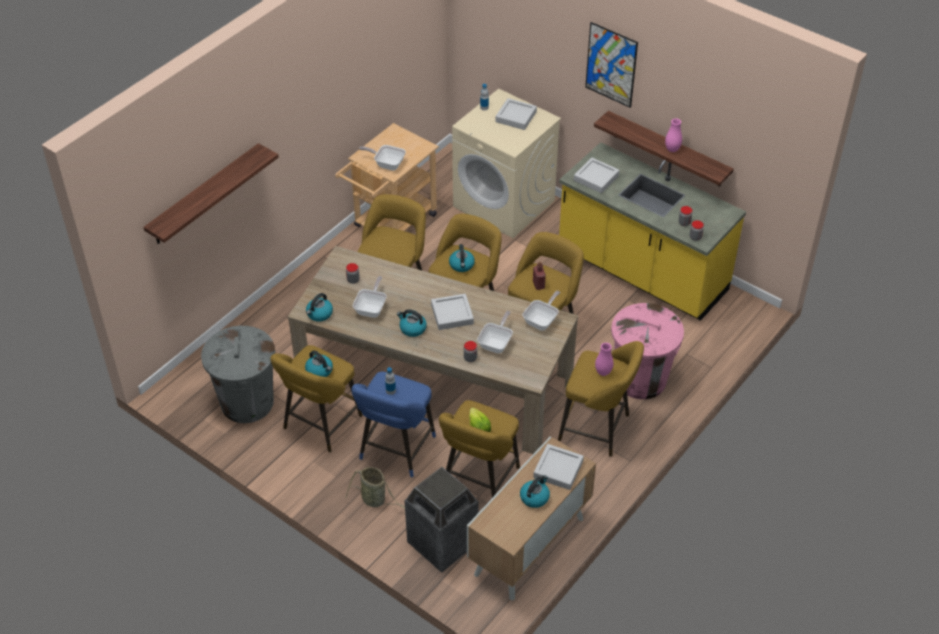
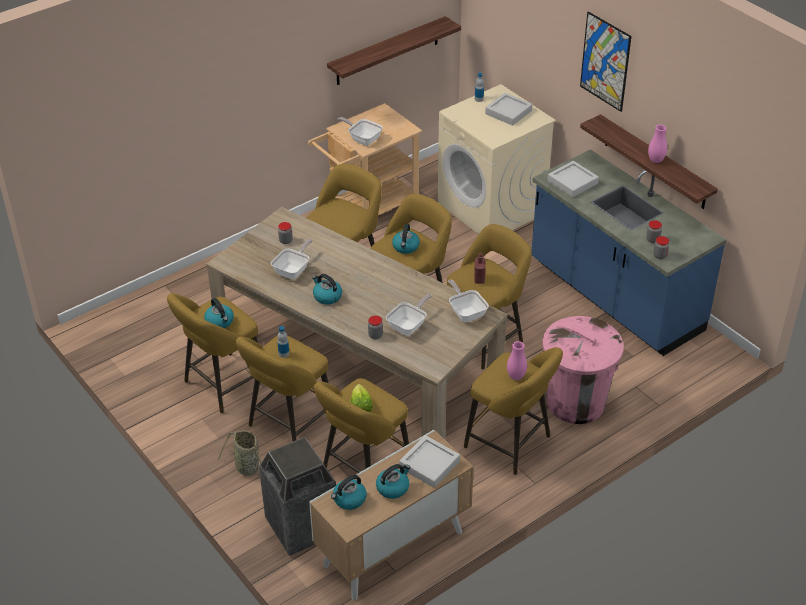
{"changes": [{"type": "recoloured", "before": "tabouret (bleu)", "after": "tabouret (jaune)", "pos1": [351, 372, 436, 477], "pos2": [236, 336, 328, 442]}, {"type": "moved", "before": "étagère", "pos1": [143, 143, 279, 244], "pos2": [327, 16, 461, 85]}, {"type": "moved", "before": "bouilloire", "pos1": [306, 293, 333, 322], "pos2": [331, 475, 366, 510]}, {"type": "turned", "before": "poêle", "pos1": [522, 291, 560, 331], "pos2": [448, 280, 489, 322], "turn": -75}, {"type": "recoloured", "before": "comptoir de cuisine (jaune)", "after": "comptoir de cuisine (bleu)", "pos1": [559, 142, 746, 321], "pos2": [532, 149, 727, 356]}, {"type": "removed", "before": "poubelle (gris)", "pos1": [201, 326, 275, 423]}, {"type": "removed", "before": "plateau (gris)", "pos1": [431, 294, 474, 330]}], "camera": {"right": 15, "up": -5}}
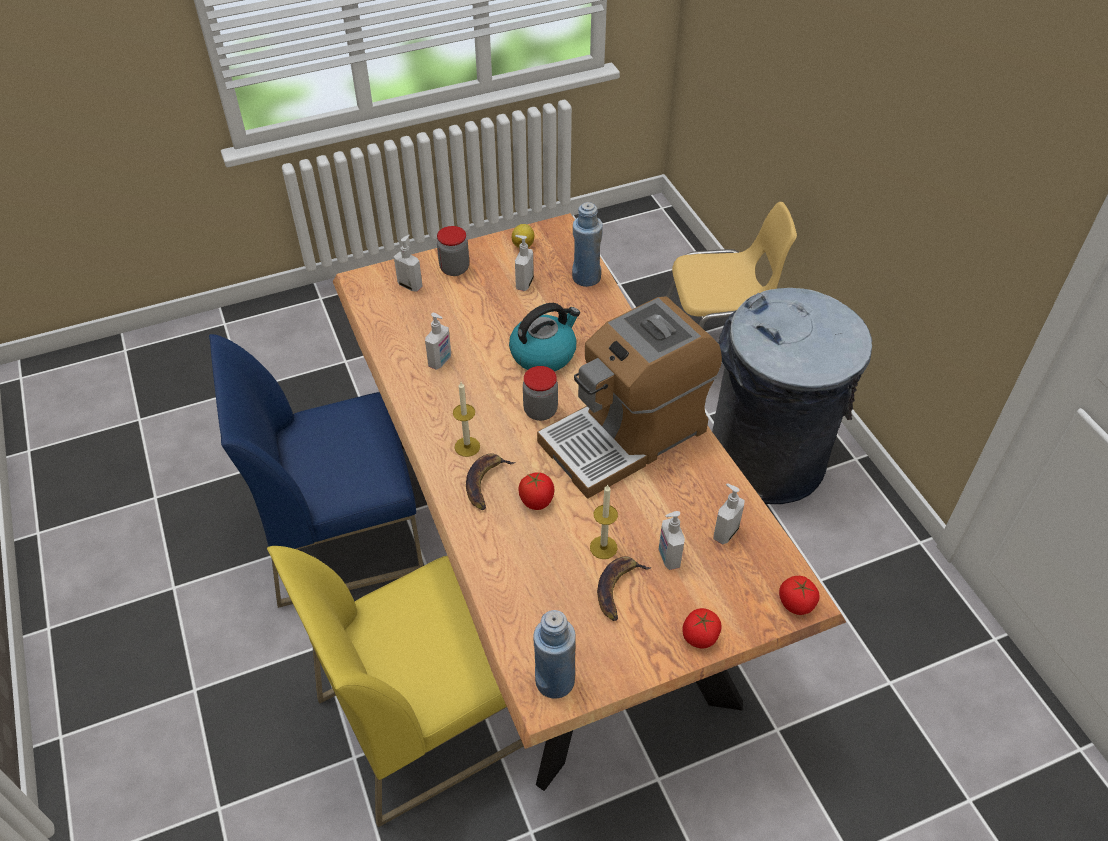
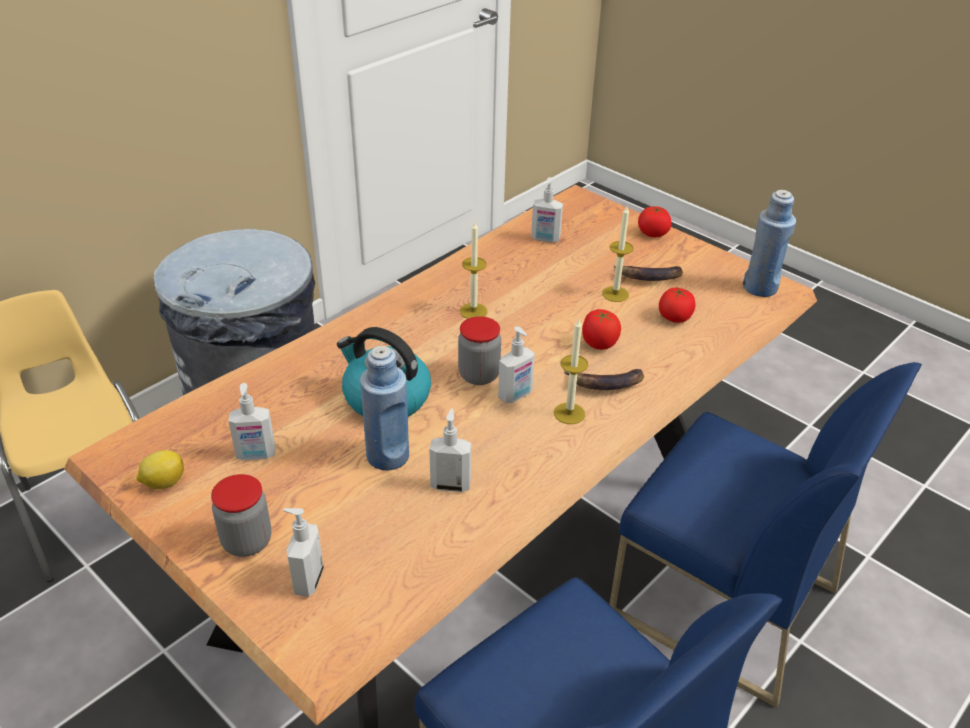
{"changes": [{"type": "moved", "before": "bouteille (bleu)", "pos1": [572, 202, 603, 287], "pos2": [360, 346, 409, 470]}, {"type": "replaced", "before": "machine à café", "after": "bougie", "pos1": [537, 296, 722, 499], "pos2": [460, 222, 487, 319]}, {"type": "moved", "before": "distributeur de savon", "pos1": [659, 511, 685, 570], "pos2": [498, 326, 535, 403]}, {"type": "recoloured", "before": "chaise (jaune)", "after": "chaise (bleu)", "pos1": [267, 546, 524, 827], "pos2": [609, 362, 922, 708]}, {"type": "moved", "before": "tomate", "pos1": [779, 576, 820, 615], "pos2": [659, 287, 696, 323]}], "camera": {"right": -115, "up": -10}}
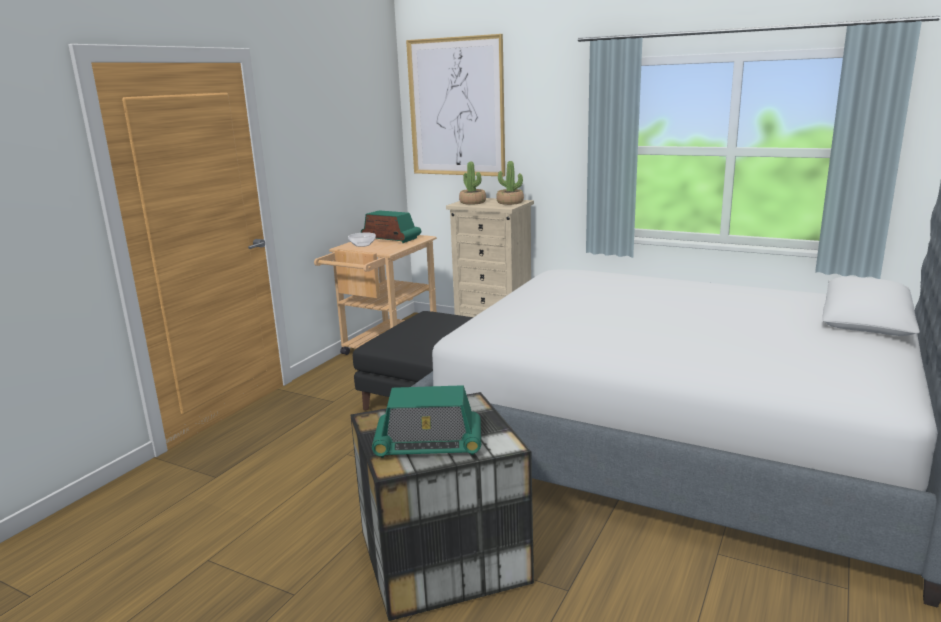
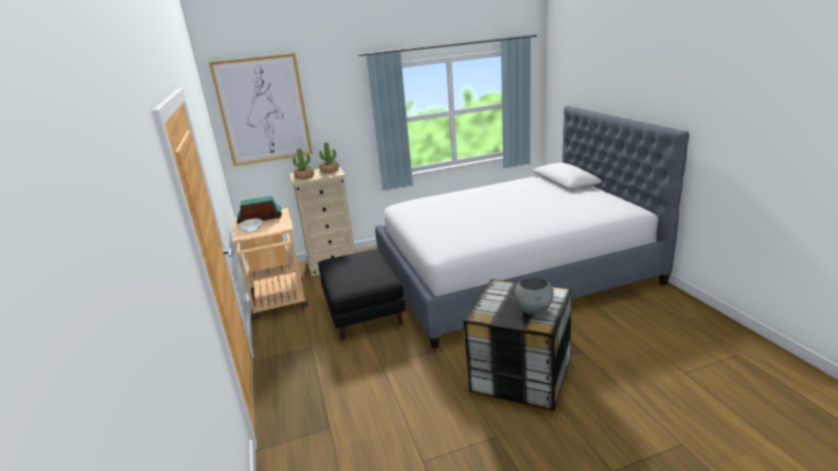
{"changes": [{"type": "replaced", "before": "radio", "after": "bol (gris)", "pos1": [372, 385, 481, 458], "pos2": [514, 277, 554, 315]}], "camera": {"right": -45, "up": 5}}
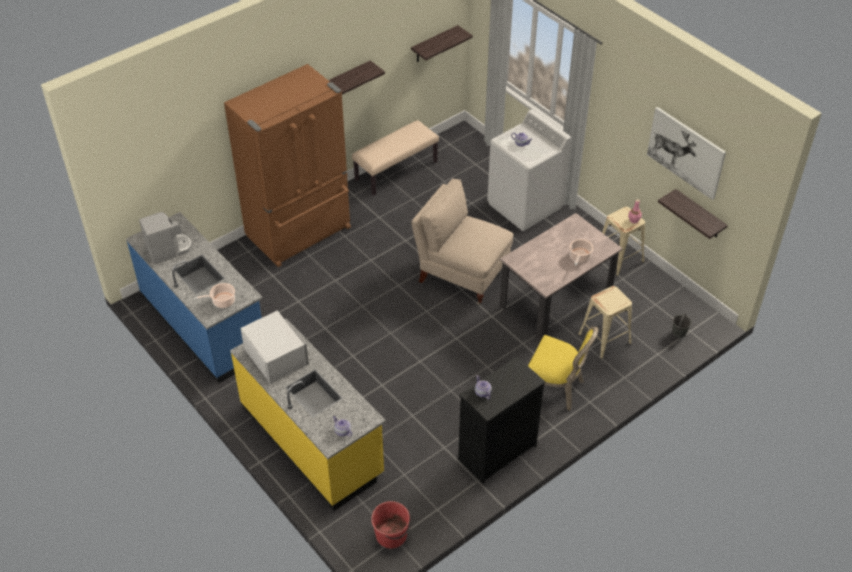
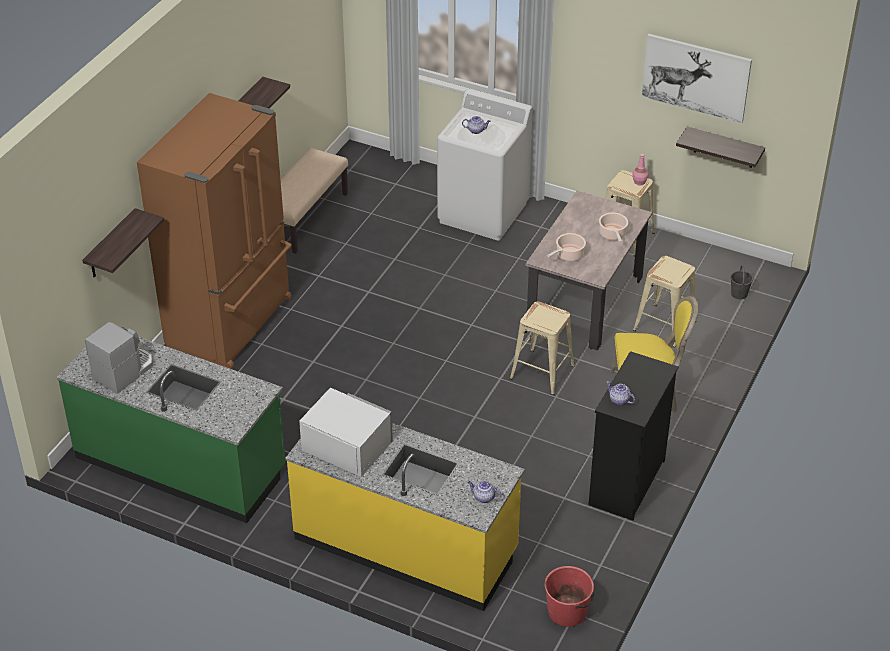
{"changes": [{"type": "recoloured", "before": "comptoir de cuisine (bleu)", "after": "comptoir de cuisine (vert)", "pos1": [126, 212, 263, 383], "pos2": [57, 337, 286, 523]}, {"type": "moved", "before": "étagère", "pos1": [411, 25, 473, 62], "pos2": [82, 208, 164, 278]}, {"type": "added", "after": "tabouret (beige)", "pos2": [510, 301, 574, 395]}, {"type": "moved", "before": "marmite", "pos1": [194, 283, 235, 308], "pos2": [547, 233, 586, 262]}, {"type": "removed", "before": "chaise (beige)", "pos1": [412, 179, 514, 305]}], "camera": {"right": -25, "up": -5}}
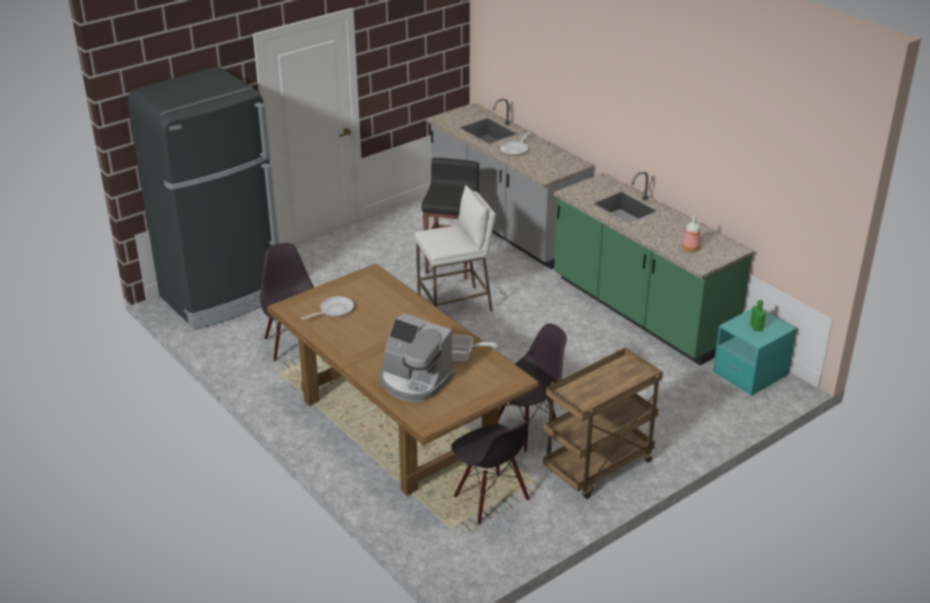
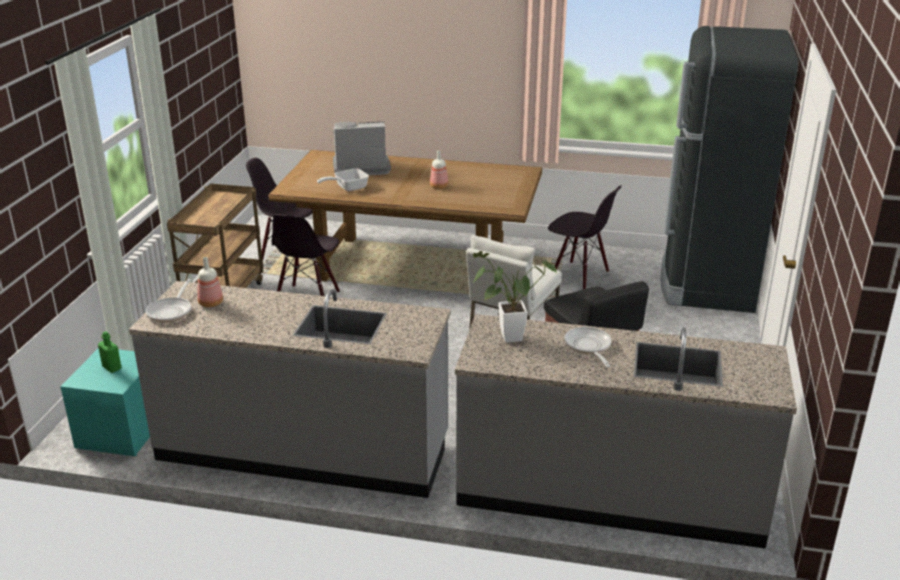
{"changes": [{"type": "recoloured", "before": "comptoir de cuisine (vert)", "after": "comptoir de cuisine (gris)", "pos1": [554, 171, 753, 365], "pos2": [129, 281, 451, 498]}, {"type": "moved", "before": "poêle", "pos1": [302, 296, 354, 319], "pos2": [146, 279, 191, 322]}, {"type": "added", "after": "bouteille", "pos2": [430, 150, 448, 189]}, {"type": "added", "after": "plante en pot", "pos2": [472, 251, 557, 343]}], "camera": {"right": 140, "up": -5}}
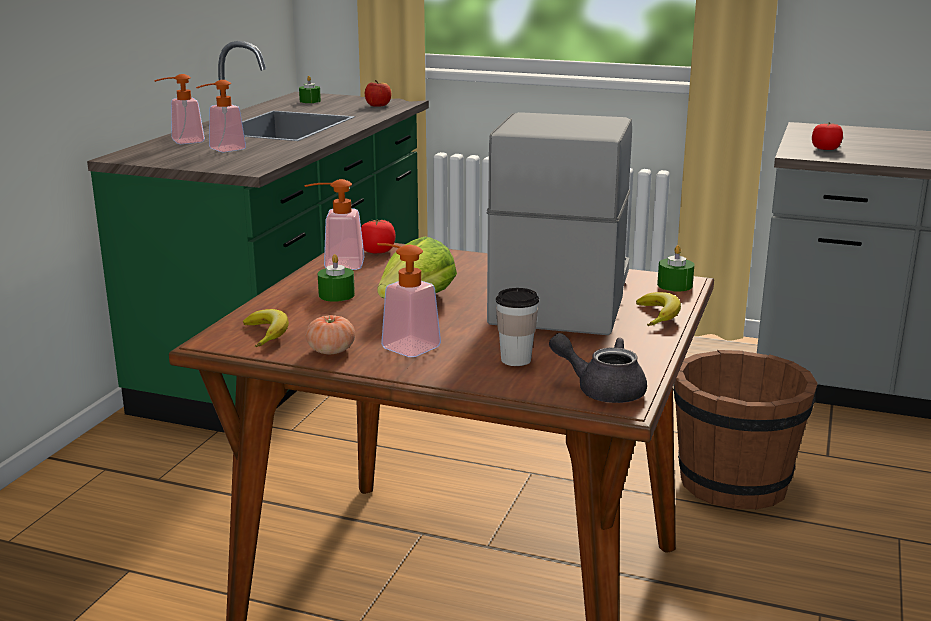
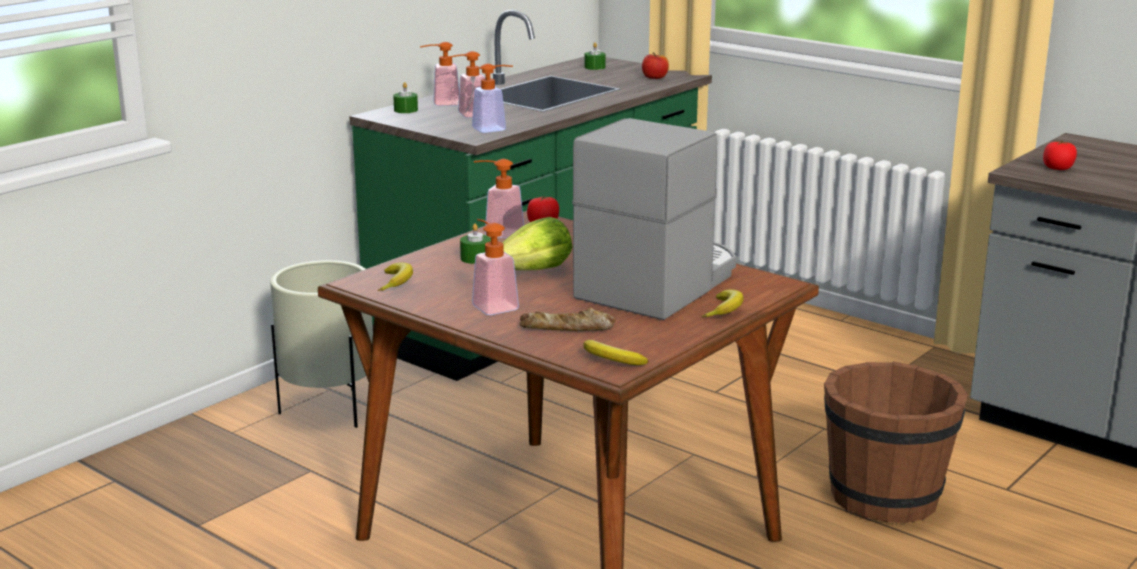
{"changes": [{"type": "added", "after": "cache-pot (beige)", "pos2": [270, 260, 373, 428]}, {"type": "moved", "before": "bougie (vert)", "pos1": [657, 245, 695, 292], "pos2": [393, 82, 418, 113]}, {"type": "added", "after": "distributeur de savon", "pos2": [472, 64, 513, 133]}, {"type": "replaced", "before": "tasse", "after": "pain", "pos1": [496, 288, 539, 366], "pos2": [520, 307, 616, 331]}, {"type": "replaced", "before": "théière (gris)", "after": "banane", "pos1": [549, 333, 647, 403], "pos2": [583, 340, 648, 365]}, {"type": "removed", "before": "tomate", "pos1": [305, 315, 355, 354]}], "camera": {"right": 20, "up": 0}}
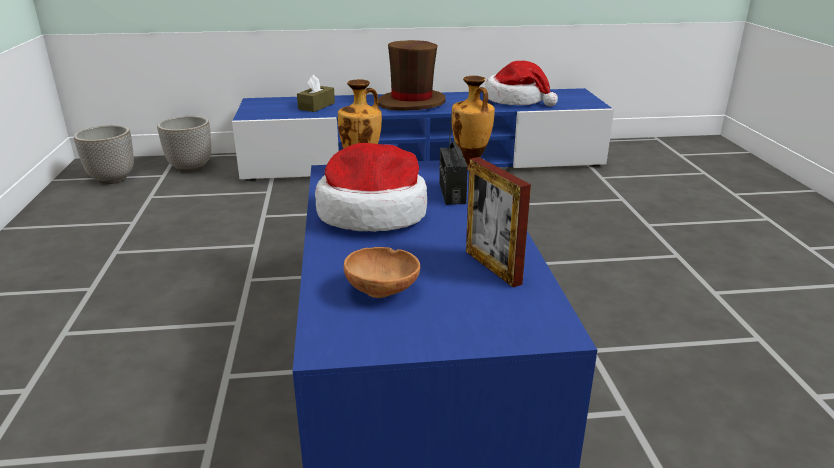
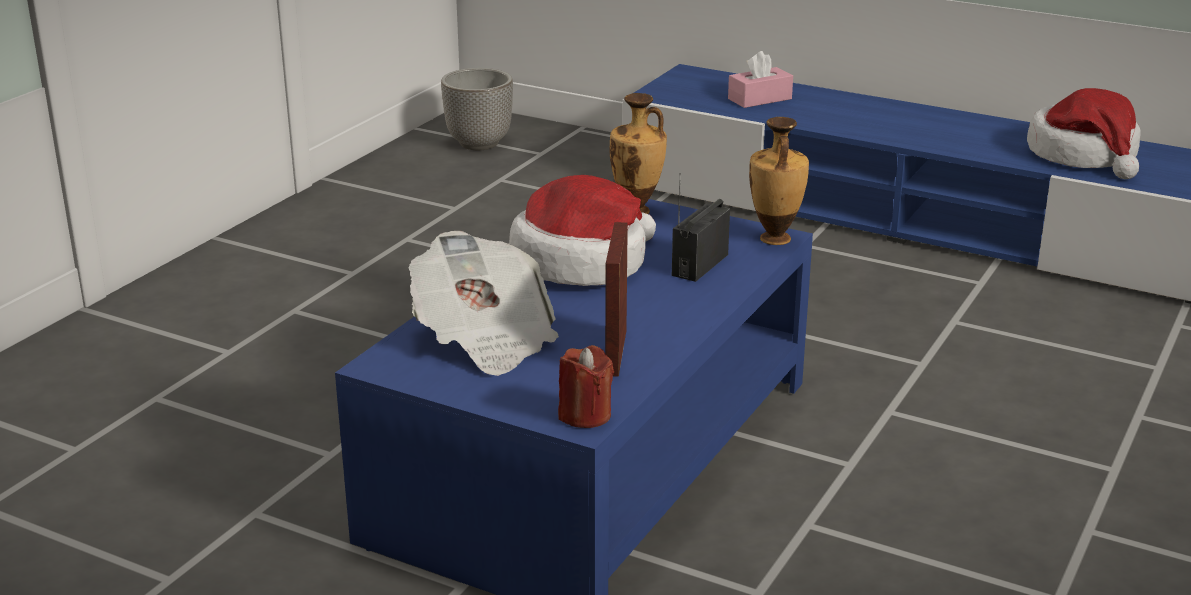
{"changes": [{"type": "replaced", "before": "bol (marron)", "after": "journal", "pos1": [344, 247, 420, 298], "pos2": [409, 231, 559, 376]}, {"type": "added", "after": "bougie (rouge)", "pos2": [558, 345, 614, 428]}, {"type": "recoloured", "before": "boîte à mouchoirs (marron)", "after": "boîte à mouchoirs (rose)", "pos1": [297, 75, 335, 112], "pos2": [728, 51, 793, 108]}, {"type": "removed", "before": "cache-pot", "pos1": [157, 116, 211, 172]}, {"type": "removed", "before": "chapeau (marron)", "pos1": [378, 40, 446, 111]}], "camera": {"right": 35, "up": 0}}
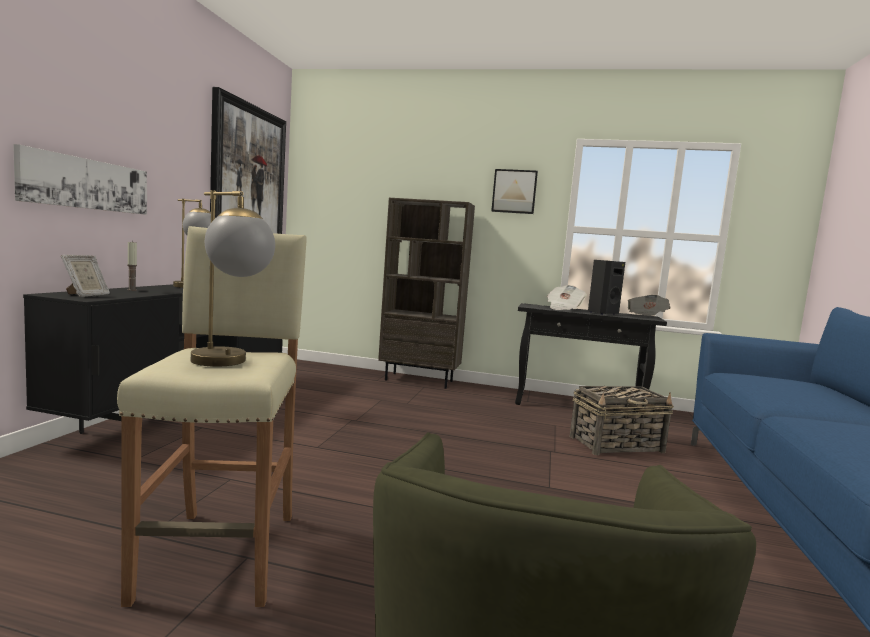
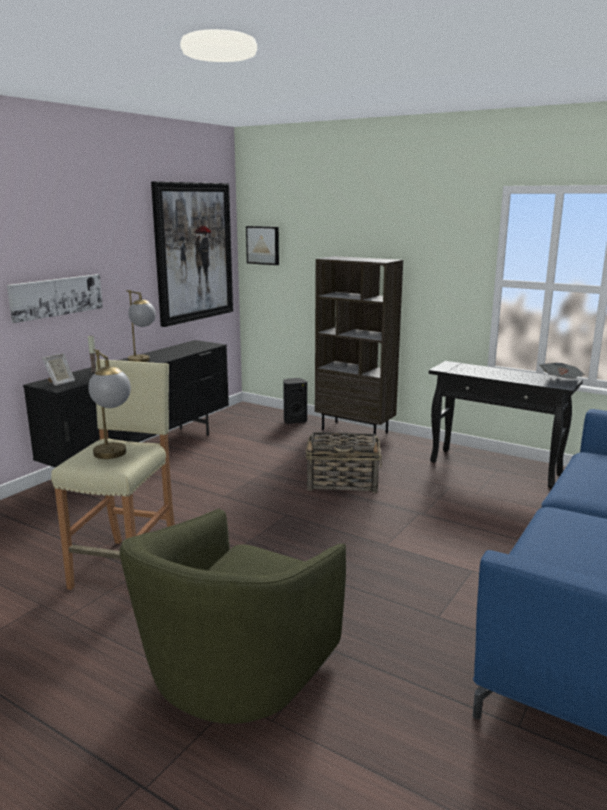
{"changes": [{"type": "moved", "before": "tableau", "pos1": [491, 169, 538, 214], "pos2": [246, 226, 279, 265]}, {"type": "moved", "before": "enceinte (noir)", "pos1": [588, 260, 625, 315], "pos2": [283, 378, 307, 424]}, {"type": "moved", "before": "panier", "pos1": [570, 386, 673, 455], "pos2": [306, 432, 382, 493]}, {"type": "removed", "before": "journal", "pos1": [547, 285, 587, 310]}], "camera": {"right": 20, "up": 10}}
